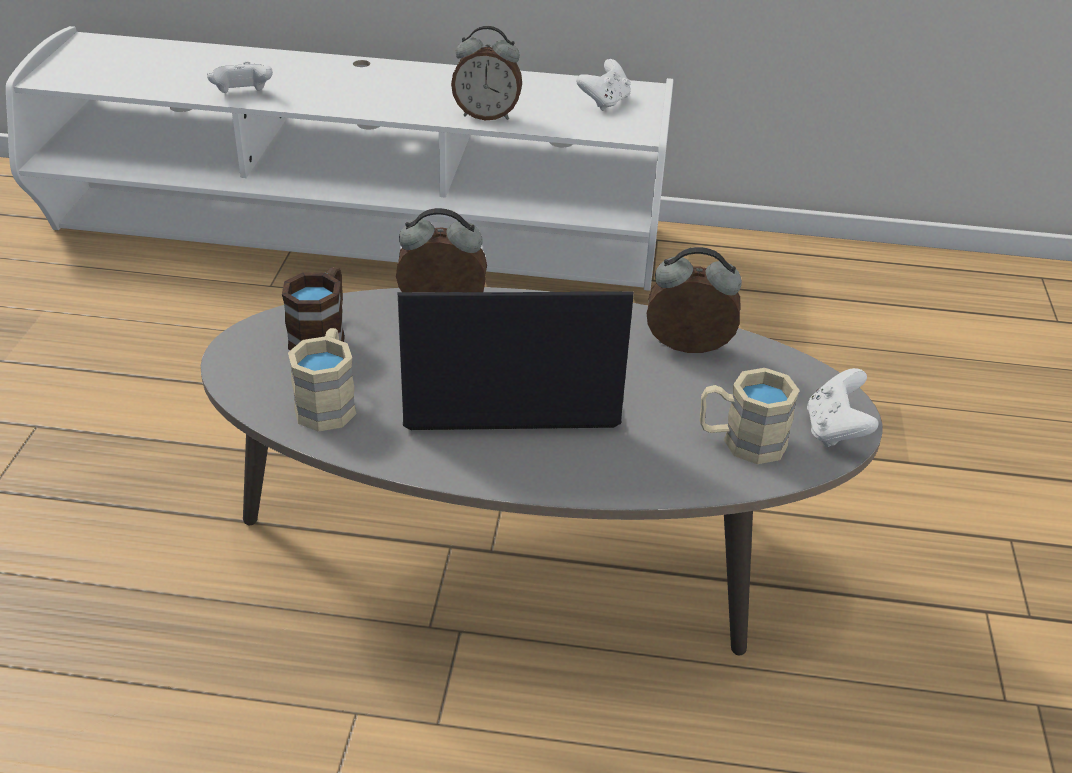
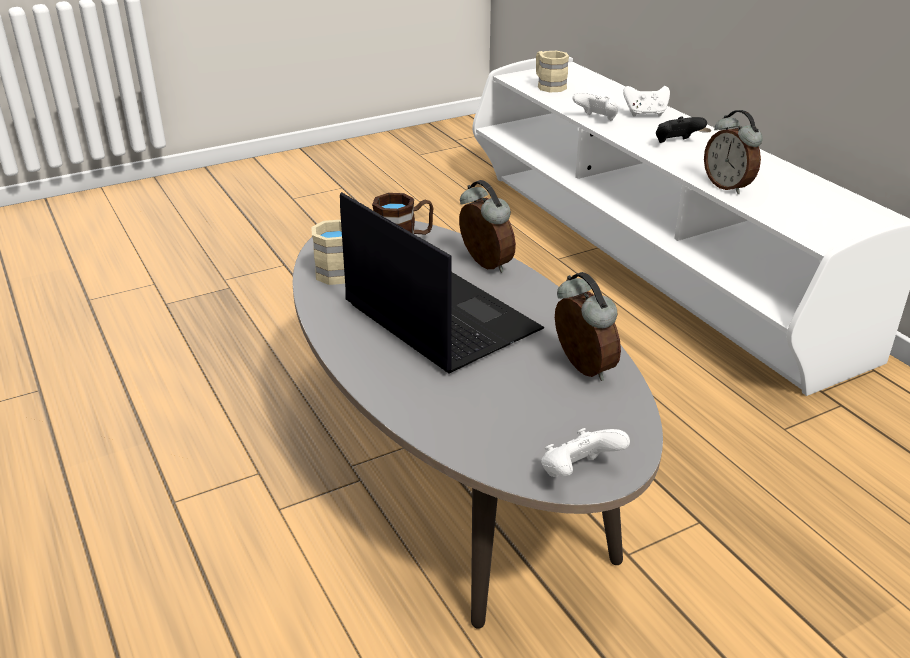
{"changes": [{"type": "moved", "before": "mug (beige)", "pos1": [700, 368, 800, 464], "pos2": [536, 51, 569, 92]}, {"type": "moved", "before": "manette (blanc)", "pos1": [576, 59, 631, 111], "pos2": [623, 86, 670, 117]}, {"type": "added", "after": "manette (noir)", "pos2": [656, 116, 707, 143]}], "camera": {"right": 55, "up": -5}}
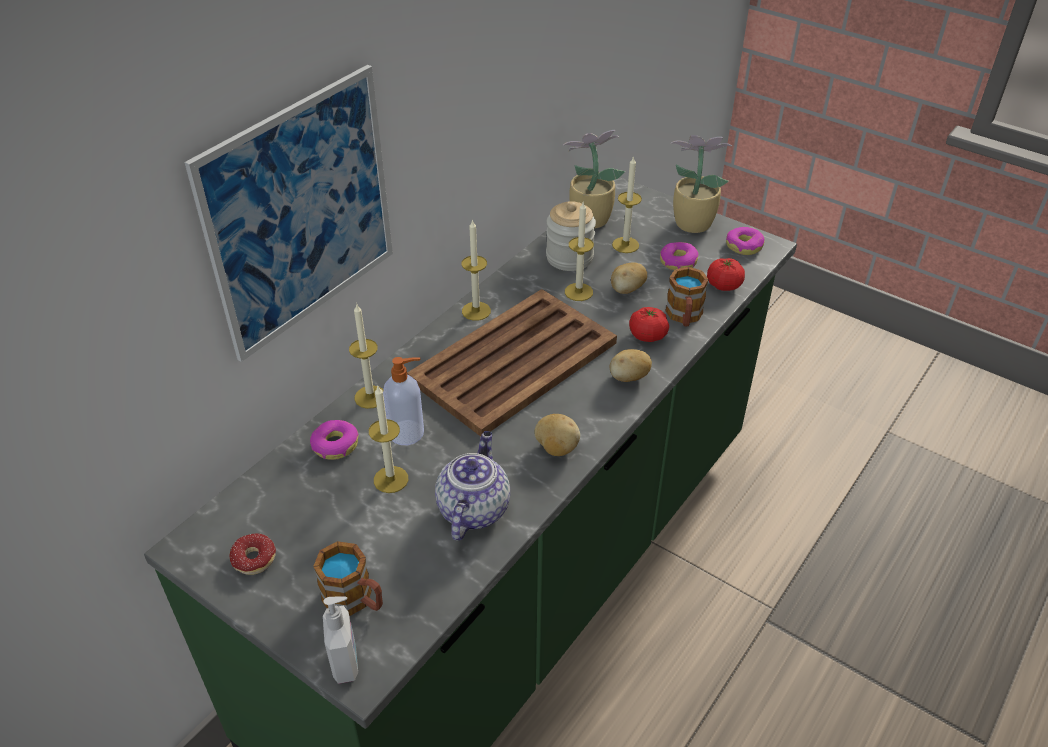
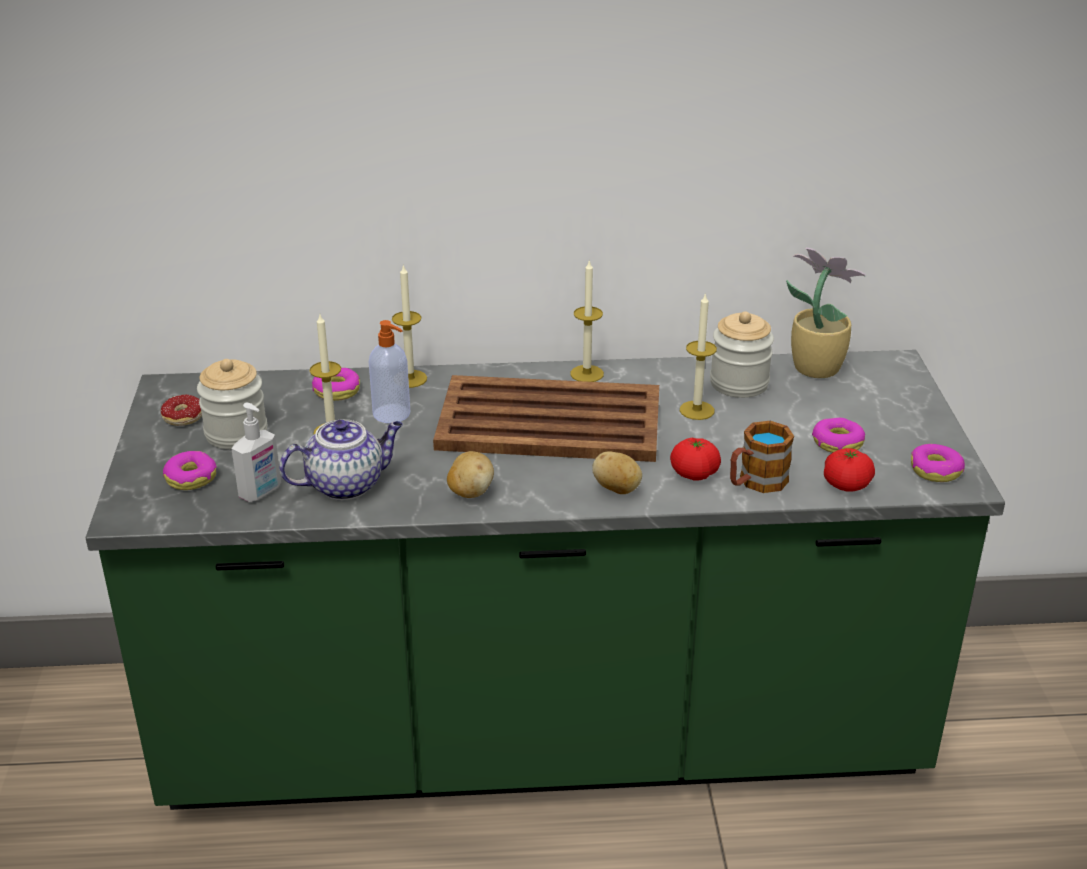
{"changes": [{"type": "replaced", "before": "mug", "after": "beignet", "pos1": [313, 541, 383, 616], "pos2": [163, 451, 217, 490]}, {"type": "added", "after": "bocal", "pos2": [197, 359, 267, 449]}, {"type": "moved", "before": "distributeur de savon", "pos1": [323, 596, 358, 684], "pos2": [232, 403, 281, 502]}, {"type": "removed", "before": "tableau", "pos1": [184, 65, 393, 362]}, {"type": "removed", "before": "pomme de terre", "pos1": [611, 262, 647, 294]}, {"type": "removed", "before": "bougie", "pos1": [612, 156, 642, 253]}, {"type": "removed", "before": "plante en pot", "pos1": [671, 135, 732, 233]}], "camera": {"right": 50, "up": -10}}
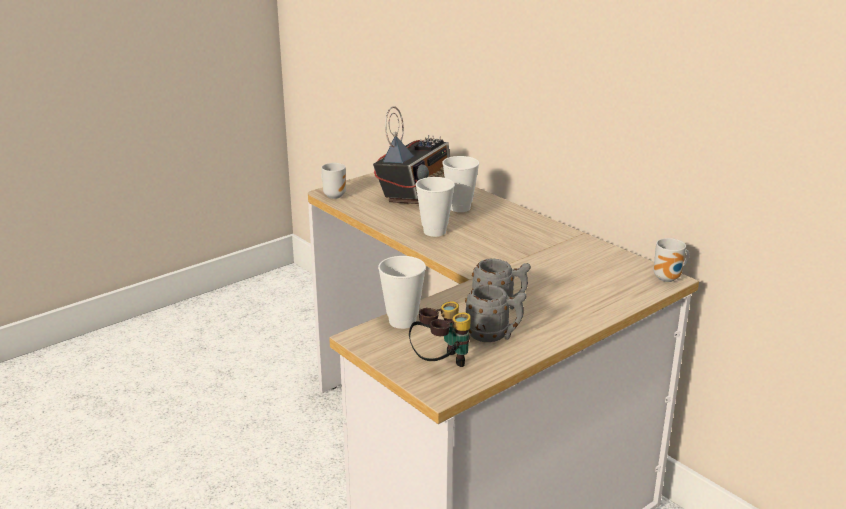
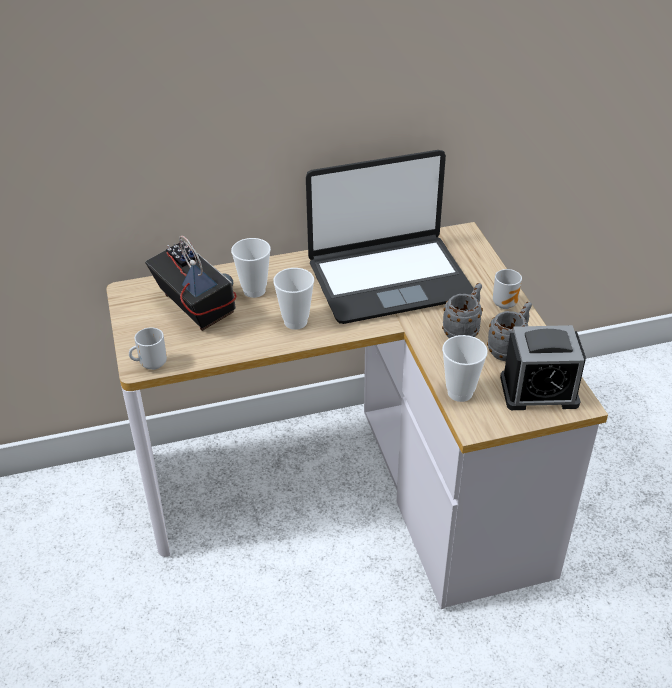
{"changes": [{"type": "added", "after": "ordinateur portable", "pos2": [306, 150, 474, 324]}, {"type": "moved", "before": "mug", "pos1": [653, 238, 689, 282], "pos2": [493, 269, 522, 309]}, {"type": "replaced", "before": "jumelles", "after": "réveil", "pos1": [409, 302, 471, 367], "pos2": [500, 325, 586, 410]}], "camera": {"right": -65, "up": 15}}
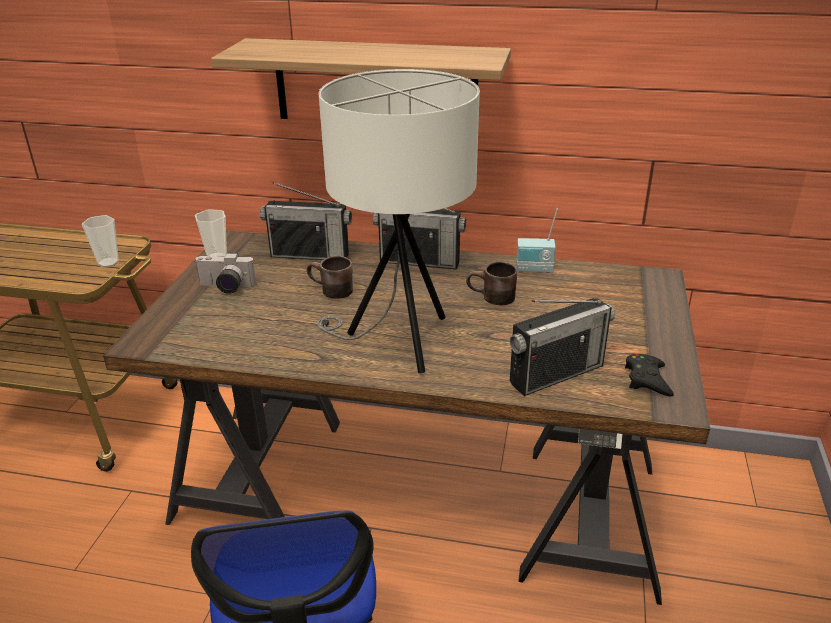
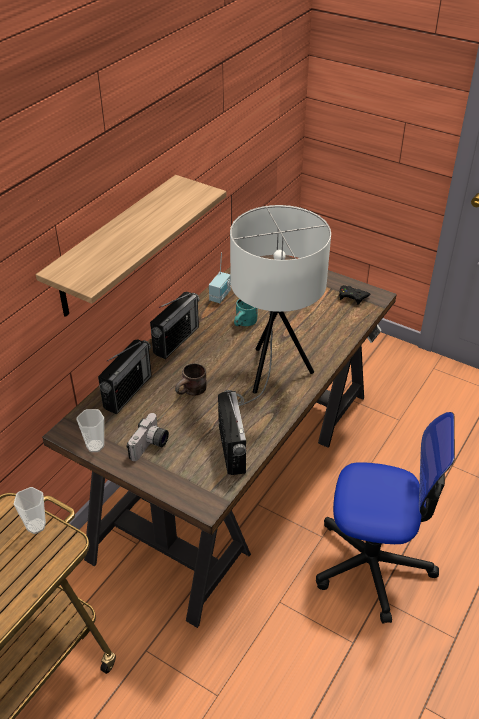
{"changes": [{"type": "moved", "before": "radio", "pos1": [510, 298, 615, 396], "pos2": [218, 390, 246, 475]}, {"type": "recoloured", "before": "mug (marron)", "after": "mug (turquoise)", "pos1": [466, 262, 517, 305], "pos2": [234, 299, 258, 326]}], "camera": {"right": -70, "up": 10}}
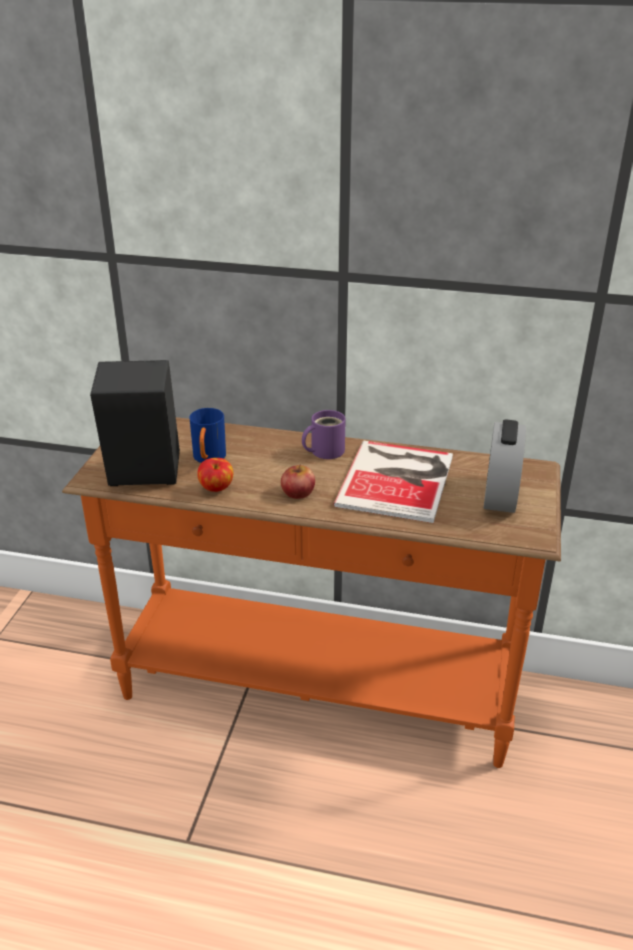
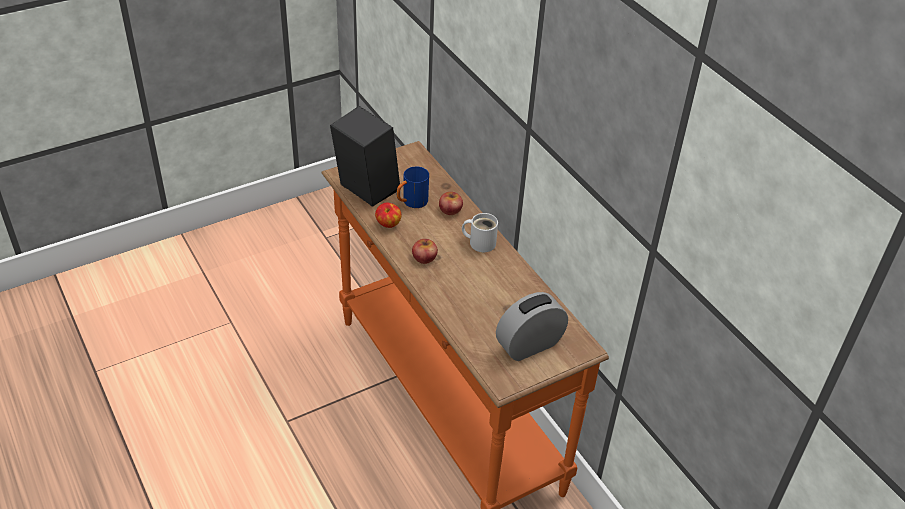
{"changes": [{"type": "added", "after": "pomme", "pos2": [439, 192, 463, 215]}, {"type": "recoloured", "before": "mug (violet)", "after": "mug (blanc)", "pos1": [302, 410, 346, 459], "pos2": [462, 213, 498, 252]}, {"type": "removed", "before": "livre", "pos1": [333, 441, 453, 523]}], "camera": {"right": 45, "up": 10}}
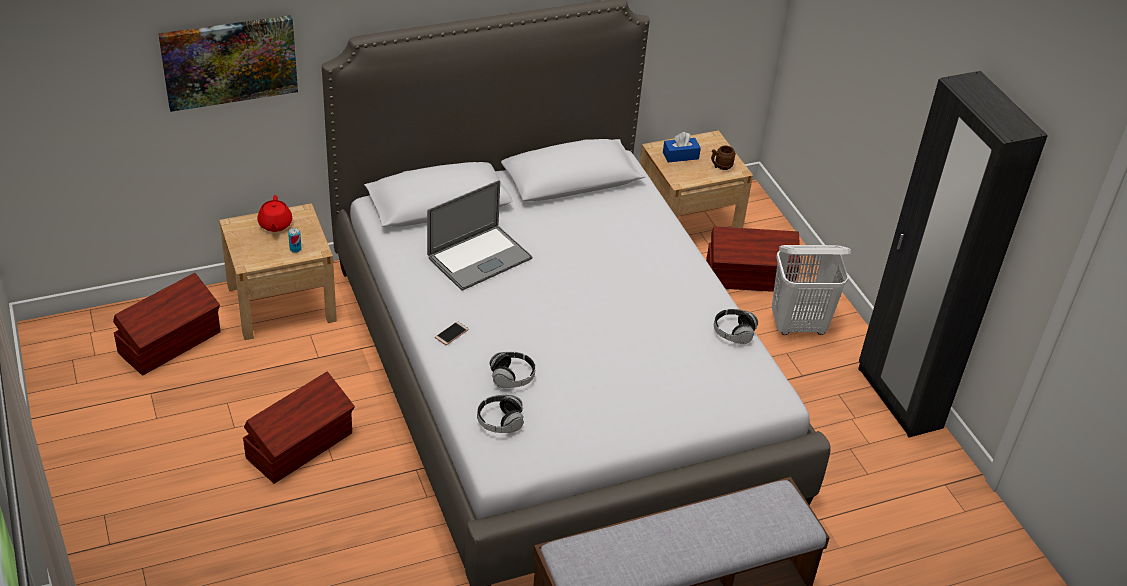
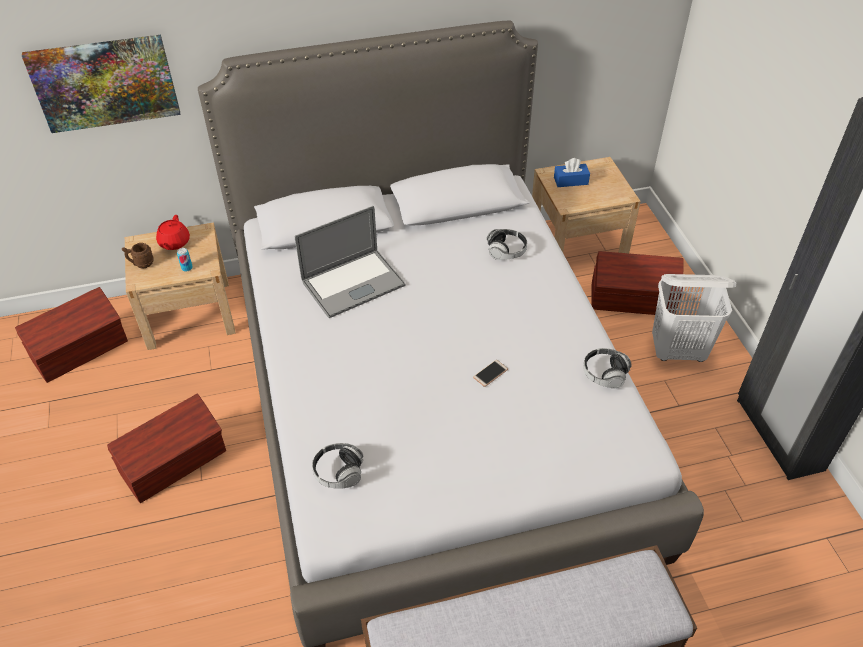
{"changes": [{"type": "moved", "before": "mug (marron)", "pos1": [711, 146, 736, 170], "pos2": [122, 243, 154, 268]}, {"type": "moved", "before": "téléphone", "pos1": [435, 321, 469, 345], "pos2": [473, 360, 508, 387]}, {"type": "moved", "before": "casque audio", "pos1": [489, 352, 536, 388], "pos2": [487, 229, 527, 260]}], "camera": {"right": 10, "up": 5}}
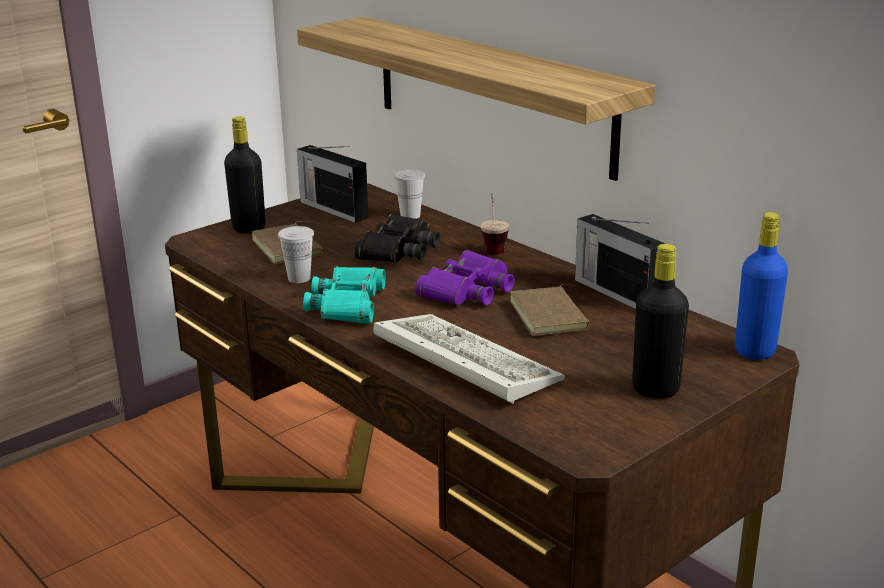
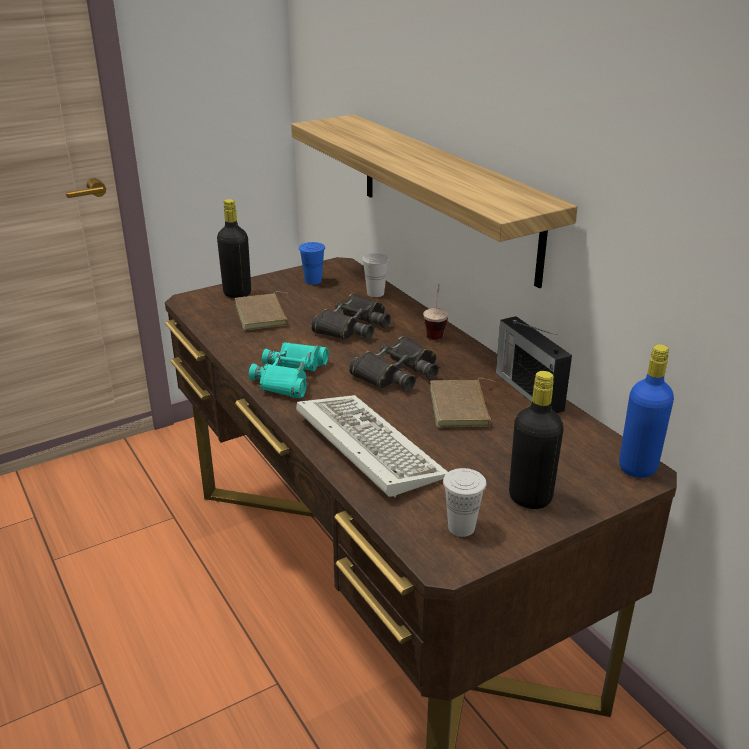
{"changes": [{"type": "replaced", "before": "radio", "after": "tasse (bleu)", "pos1": [297, 145, 369, 223], "pos2": [299, 242, 325, 285]}, {"type": "recoloured", "before": "jumelles (violet)", "after": "jumelles (noir)", "pos1": [415, 250, 515, 305], "pos2": [349, 336, 439, 391]}, {"type": "moved", "before": "tasse (blanc)", "pos1": [278, 226, 314, 283], "pos2": [443, 468, 486, 537]}], "camera": {"right": 10, "up": 5}}
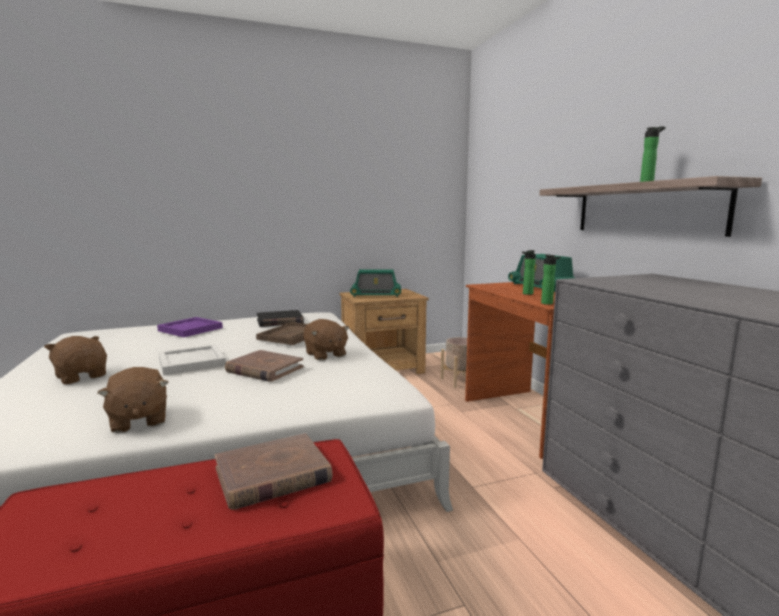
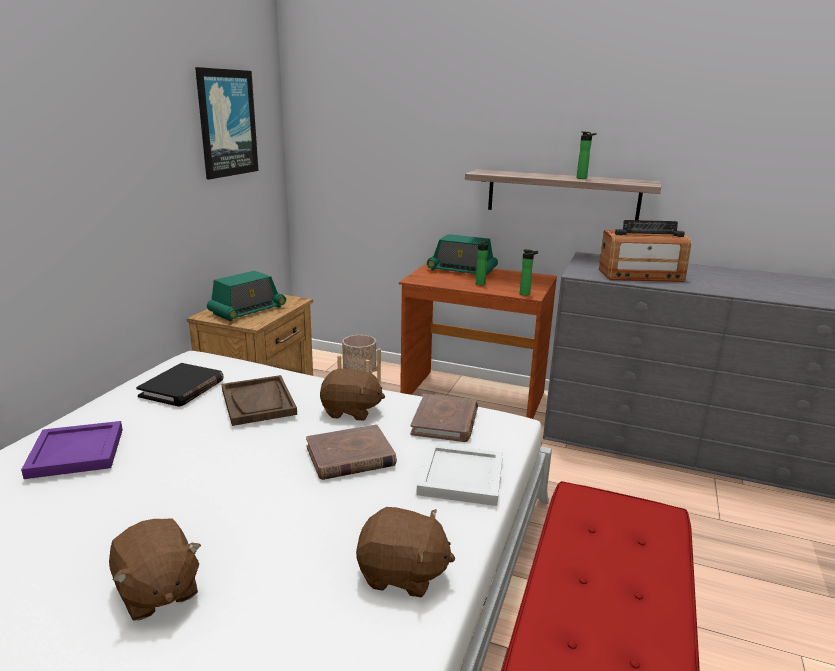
{"changes": [{"type": "turned", "before": "peluche (marron)", "pos1": [44, 336, 107, 384], "pos2": [109, 518, 201, 621], "turn": -120}, {"type": "added", "after": "tableau", "pos2": [195, 67, 259, 179]}, {"type": "moved", "before": "livre (marron)", "pos1": [215, 433, 333, 510], "pos2": [410, 394, 478, 442]}, {"type": "moved", "before": "plateau (blanc)", "pos1": [158, 344, 226, 376], "pos2": [416, 443, 503, 506]}, {"type": "added", "after": "radio", "pos2": [599, 220, 691, 282]}], "camera": {"right": -50, "up": 10}}
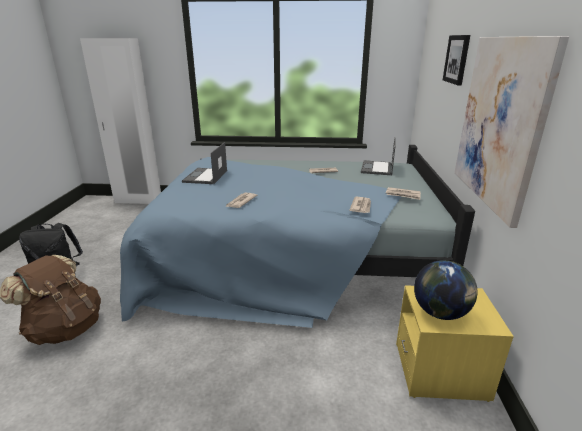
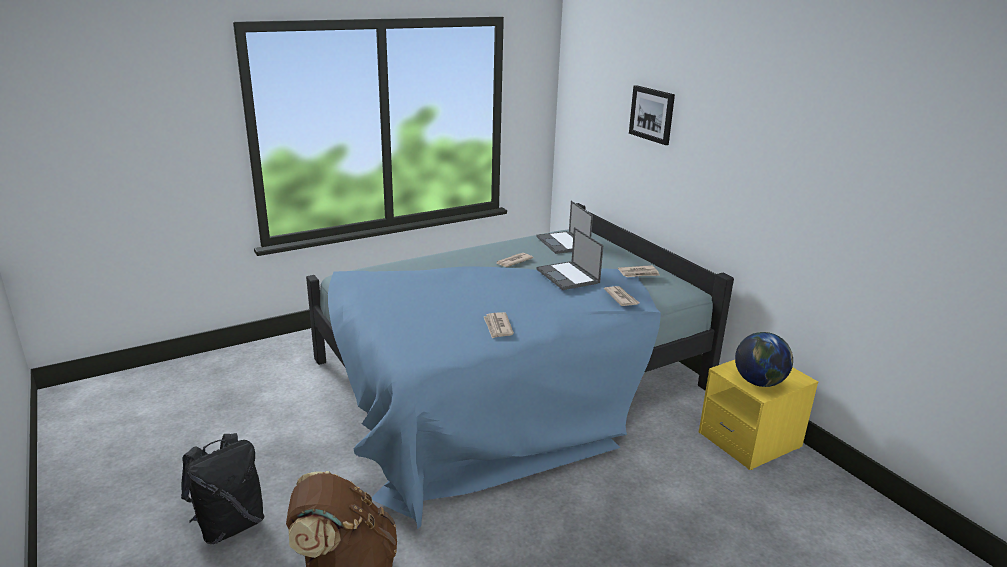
{"changes": [{"type": "moved", "before": "ordinateur portable", "pos1": [182, 142, 227, 184], "pos2": [536, 227, 603, 290]}, {"type": "removed", "before": "armoire (blanc)", "pos1": [80, 38, 161, 204]}, {"type": "removed", "before": "tableau", "pos1": [454, 36, 569, 228]}], "camera": {"right": -35, "up": 0}}
